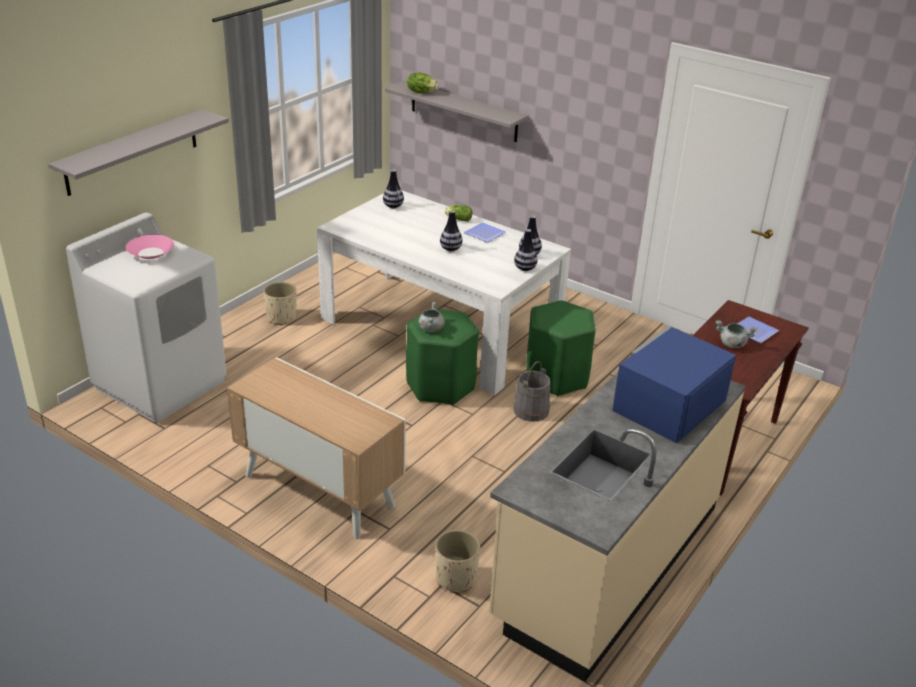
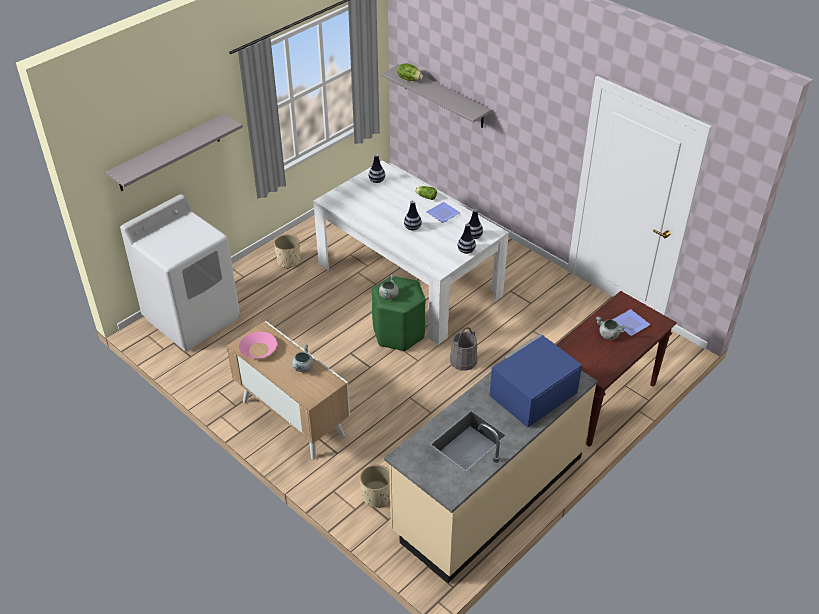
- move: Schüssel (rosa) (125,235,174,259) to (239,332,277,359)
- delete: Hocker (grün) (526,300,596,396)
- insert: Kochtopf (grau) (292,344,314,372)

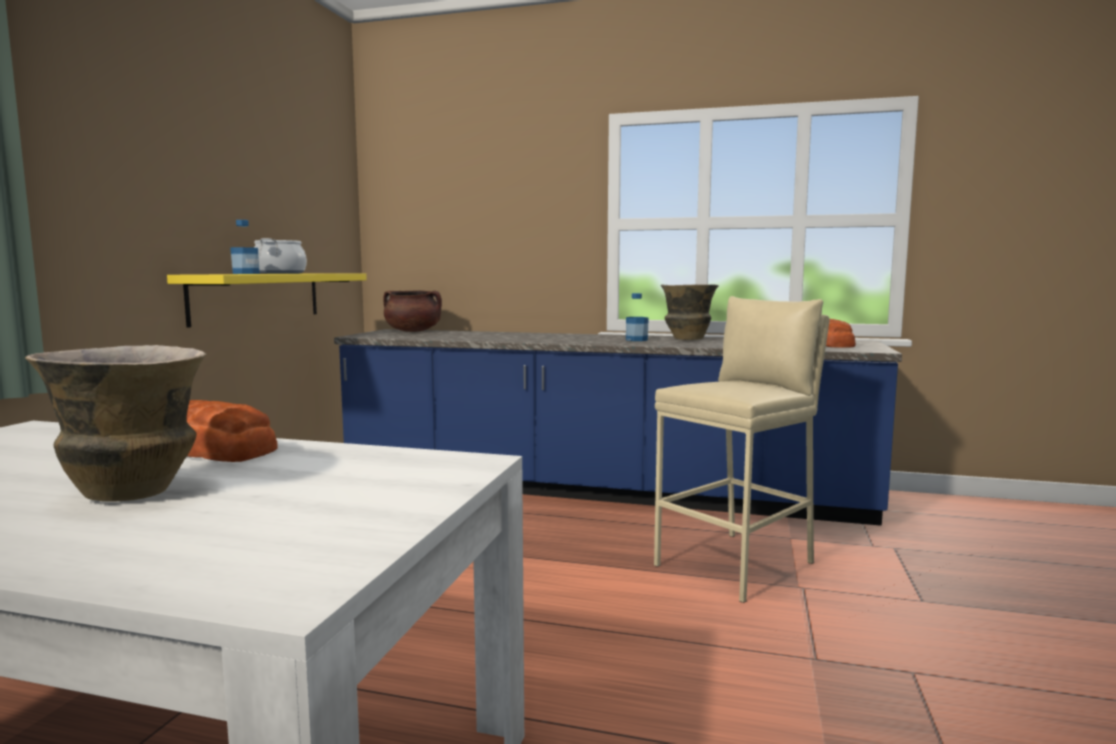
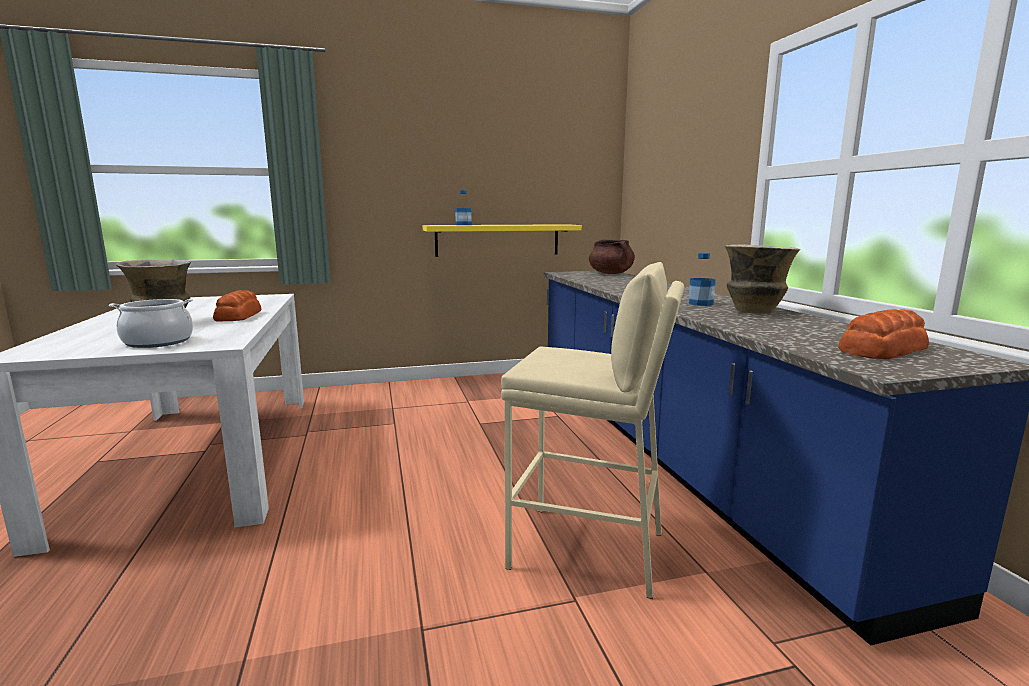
- move: Kochtopf (254,238,307,274) to (109,299,193,348)

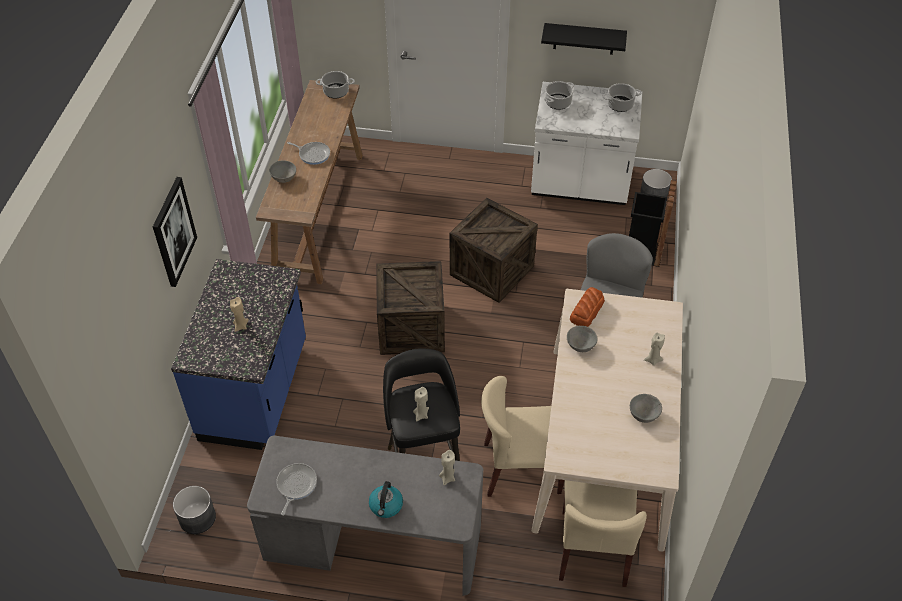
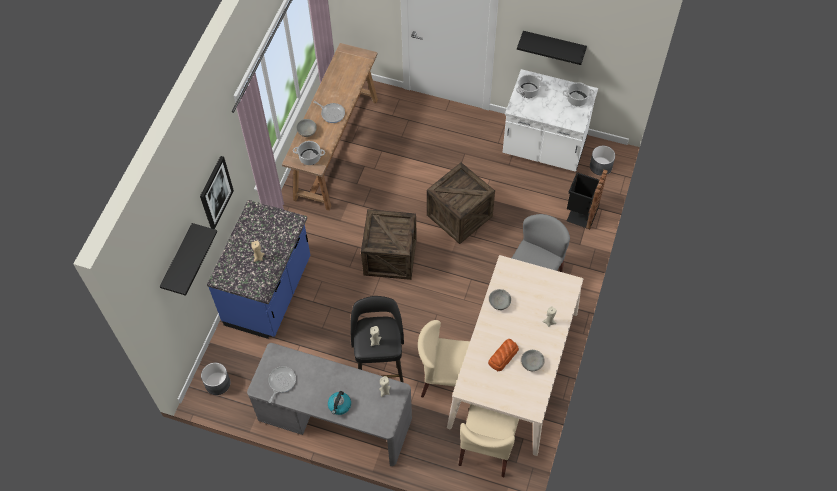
- move: Kochtopf (316,71,355,99) to (293,141,325,165)
- move: Brot (570,287,605,327) to (488,339,519,371)
- insert: Wandregal (schwarz) (160,223,217,296)

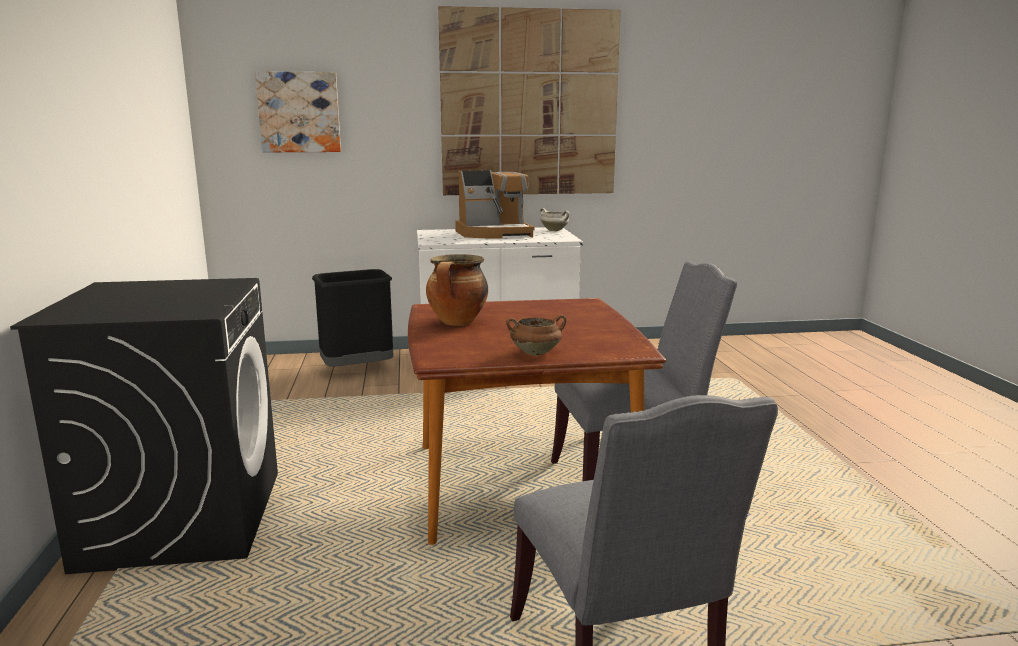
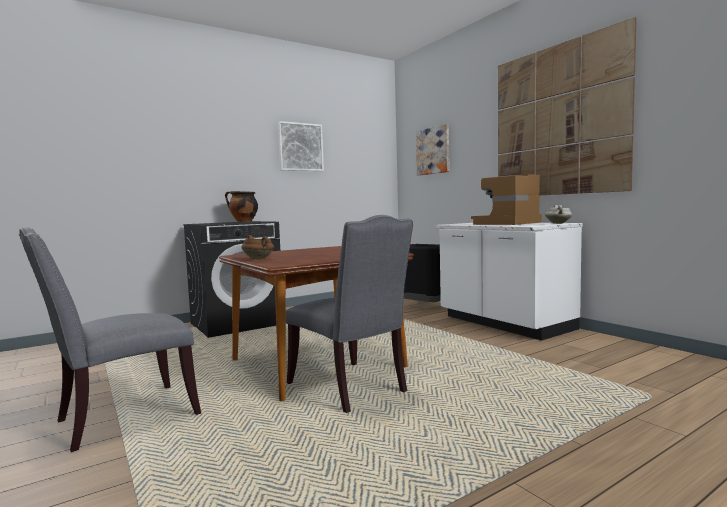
- rotate: Kaffeemaschine (455,170,534,238) = (471,174,542,225) 90 degrees clockwise
- move: Kochtopf (426,254,488,326) to (225,191,258,222)
- insert: Bild (278,121,324,171)

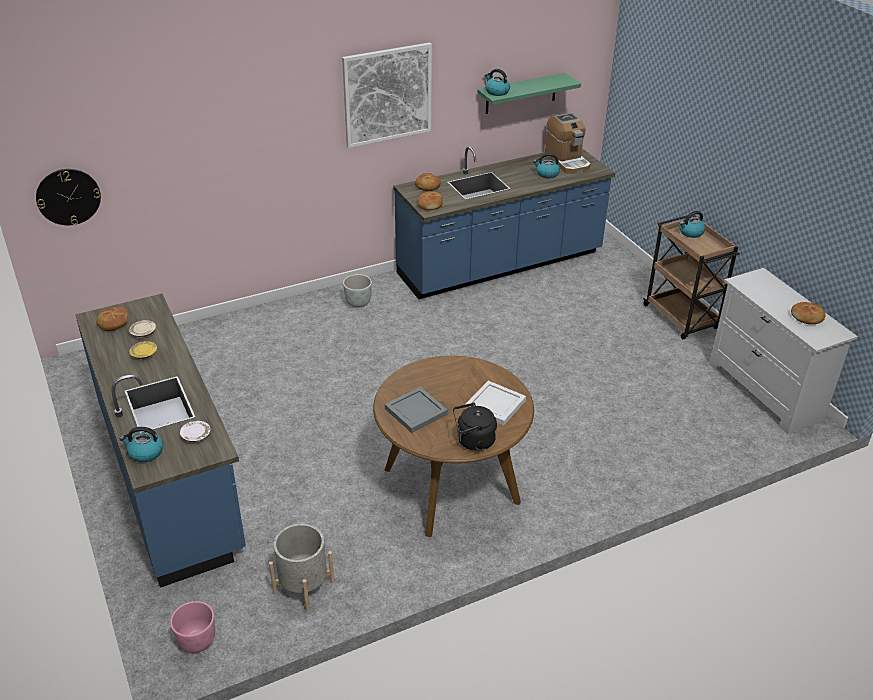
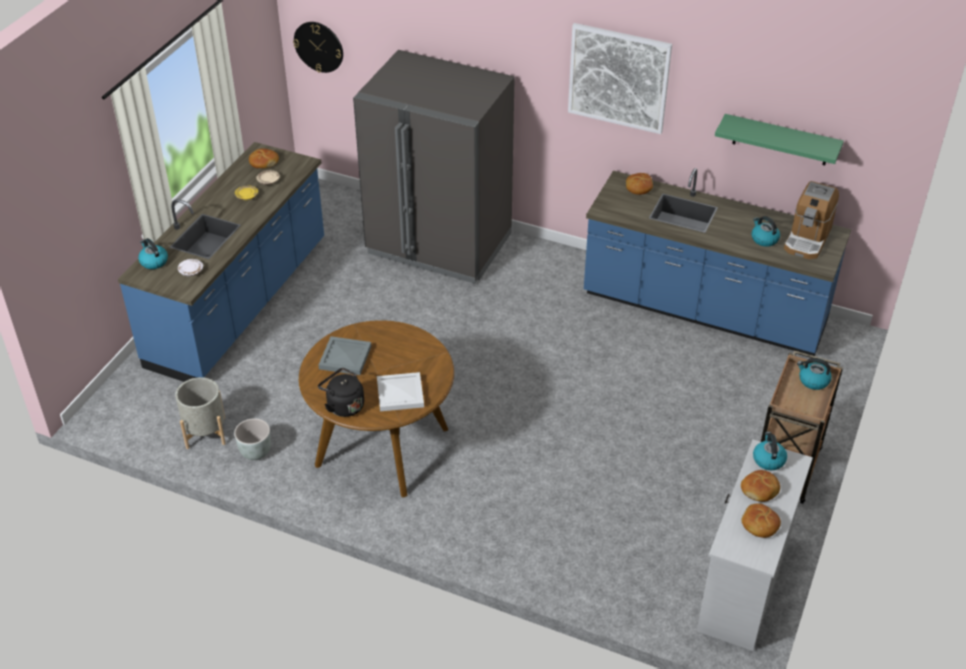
- move: Wasserkessel (485,69,510,96) to (753,432,787,470)
- move: Brot (418,191,443,210) to (741,470,780,502)
- move: Pflanzkübel (grau) (343,274,372,308) to (234,418,271,460)
- delete: Pflanzkübel (rosa) (170,601,215,653)
- insert: Kühlschrank (grau) (353,50,515,284)

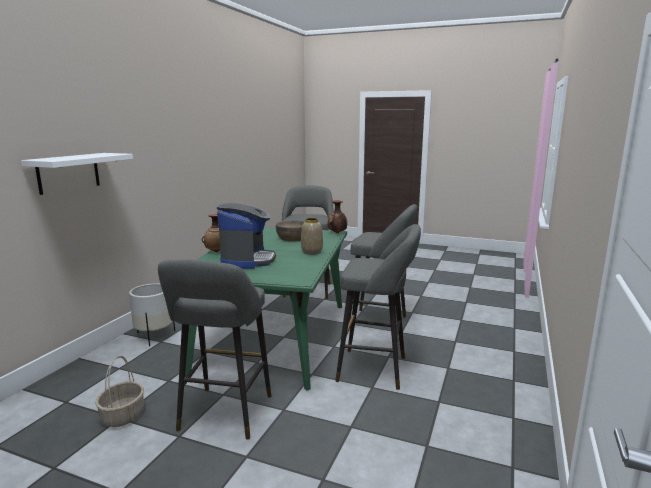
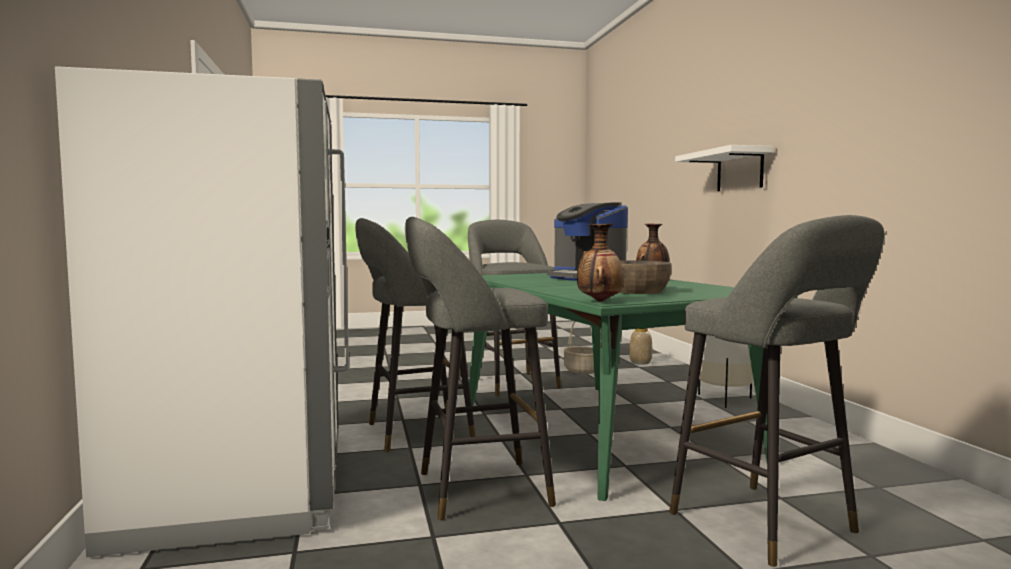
- move: Vase (301,218,323,255) to (629,328,652,365)
- insert: Kühlschrank (weiß) (55,66,349,557)

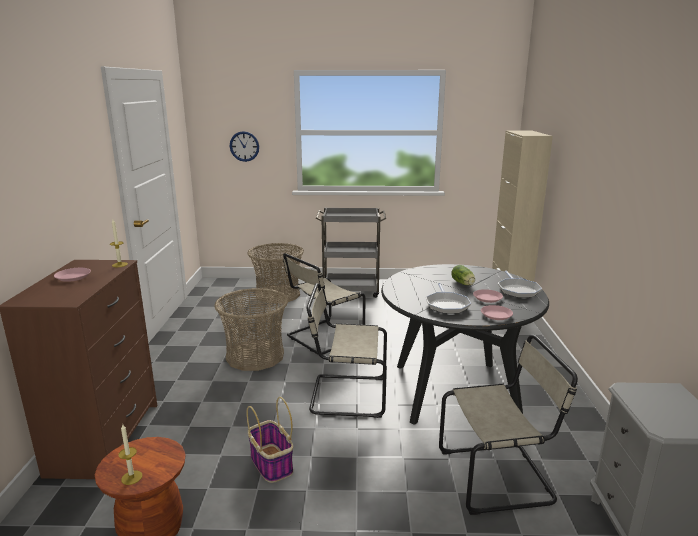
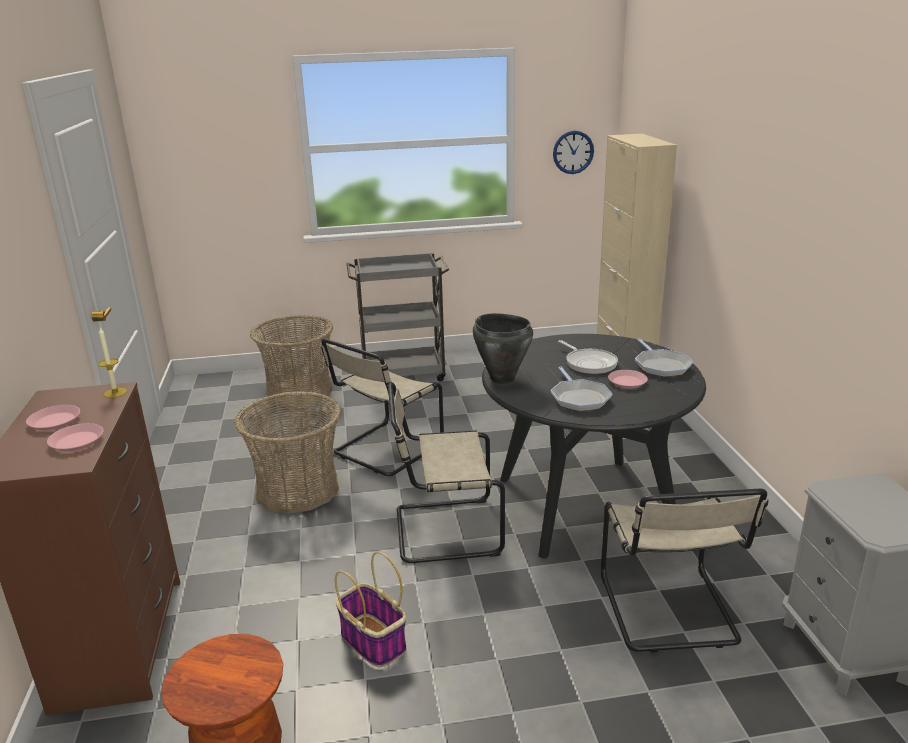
- move: Wanduhr (230,131,259,162) to (553,131,594,174)
- replace: Salatkopf (451,265,475,285) to Pfanne (558,340,618,374)
- move: Teller (rosa) (481,305,513,320) to (47,423,104,452)
- rotate: Stuhl (beige) (439,335,578,515) = (601,489,768,653) 105 degrees clockwise
- delete: Kerze (118,425,142,485)
- insert: Kochtopf (schwarz) (473,313,533,384)

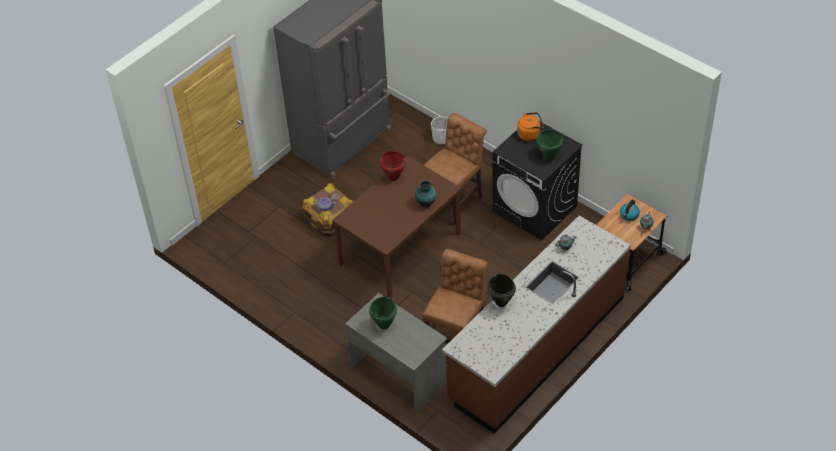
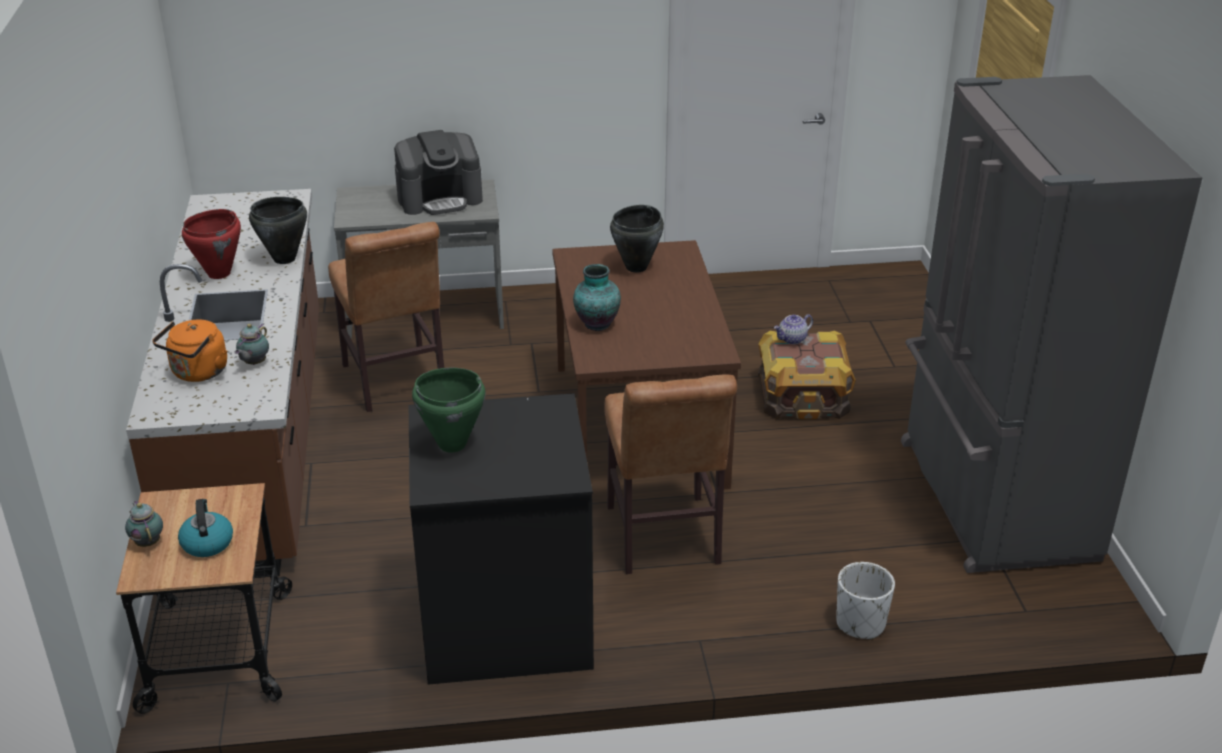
- move: Wasserkessel (orange) (517,112,544,141) to (152,319,227,382)
- move: Kochtopf (rot) (380,151,406,181) to (182,209,241,279)
- replace: Kochtopf (grün) (369,297,397,330) to Kaffeemaschine (394,130,483,215)
- insert: Kochtopf (schwarz) (610,205,664,273)

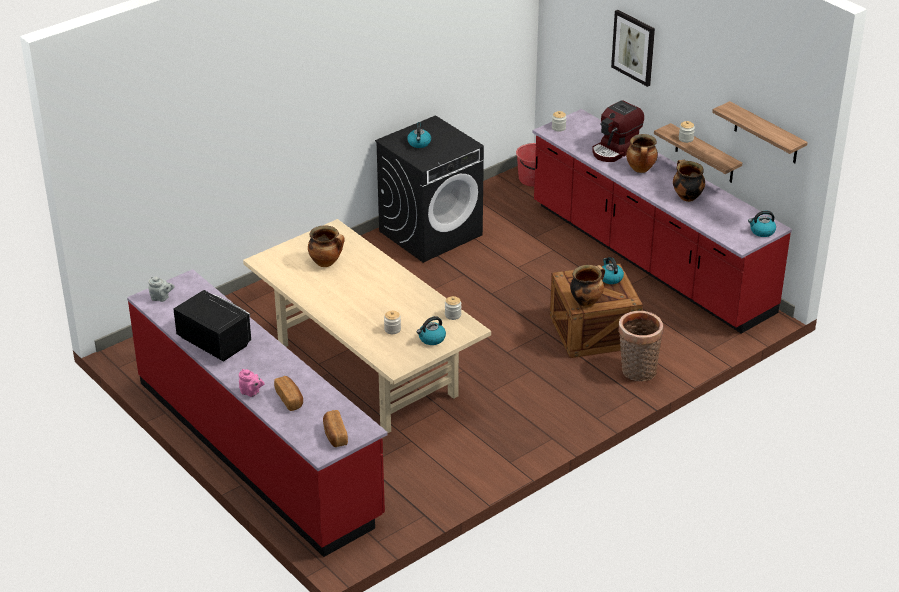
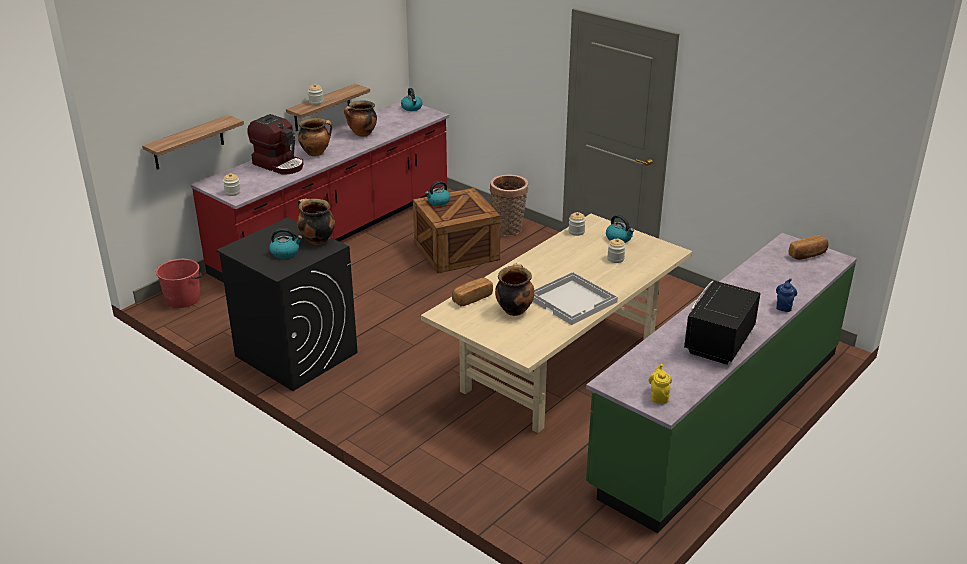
- delete: Bild (611,10,655,87)
- move: Wandregal (712,101,808,163) to (142,115,244,170)
- move: Kochtopf (570,265,605,307) to (297,198,335,245)
- recolor: Küchenzeile (rot) (127,269,388,557) to Küchenzeile (grün) (586,233,857,533)
- recolor: Teekanne (grau) (148,276,175,302) to Teekanne (gelb) (649,364,672,403)
- recolor: Teekanne (rosa) (239,369,265,397) to Teekanne (blau) (776,278,797,312)
- move: Brot (274,376,303,411) to (452,278,493,306)
- insert: Tablett (weiß) (532,272,618,325)

